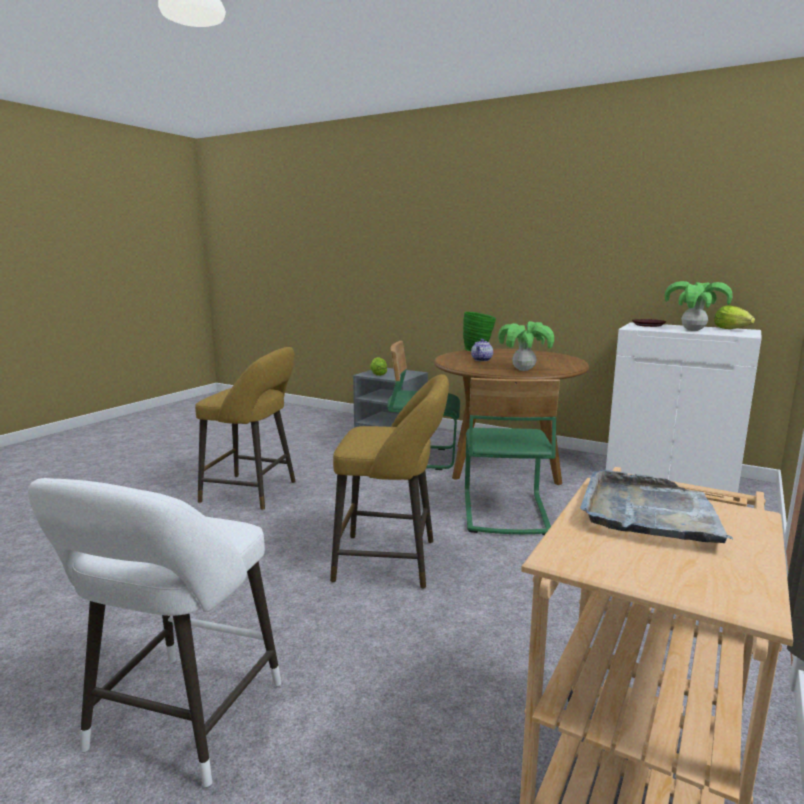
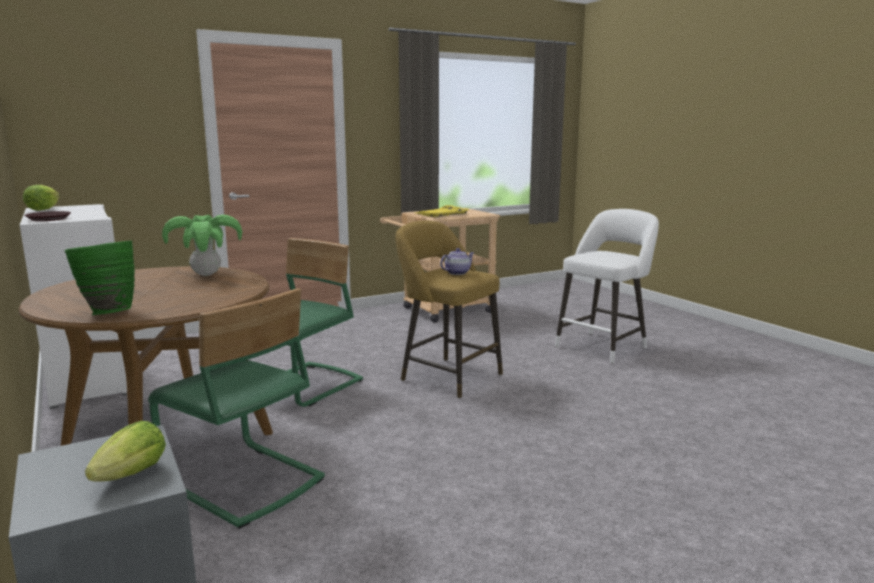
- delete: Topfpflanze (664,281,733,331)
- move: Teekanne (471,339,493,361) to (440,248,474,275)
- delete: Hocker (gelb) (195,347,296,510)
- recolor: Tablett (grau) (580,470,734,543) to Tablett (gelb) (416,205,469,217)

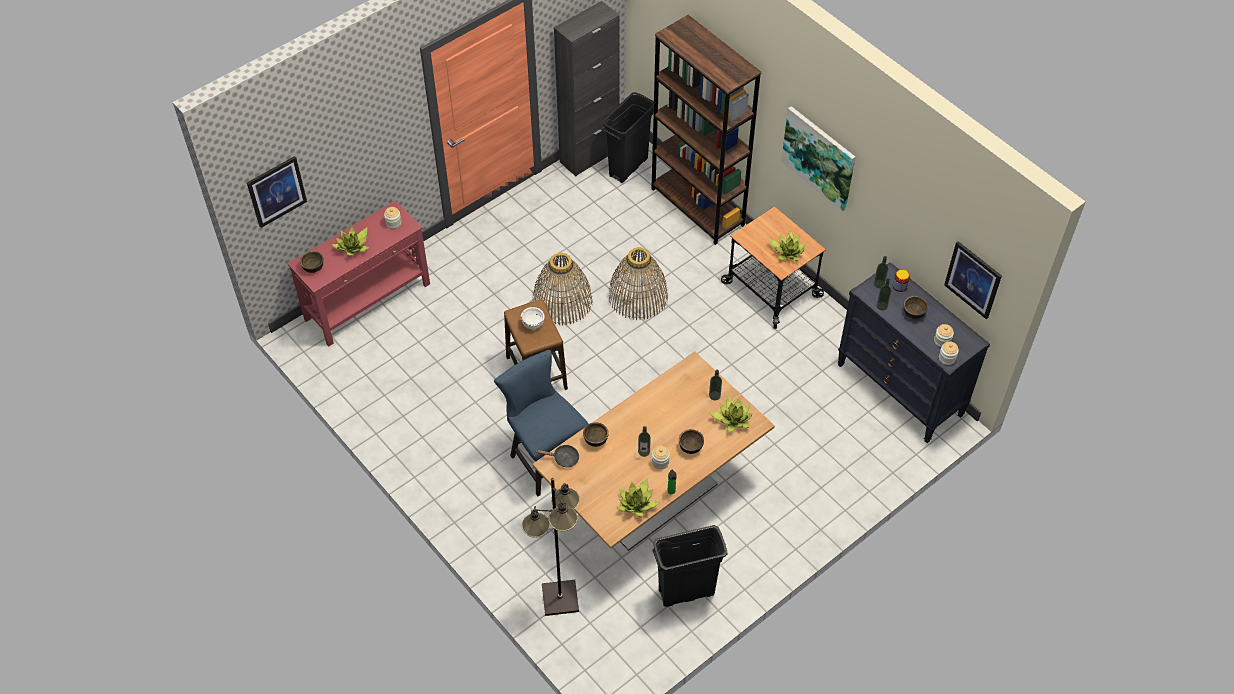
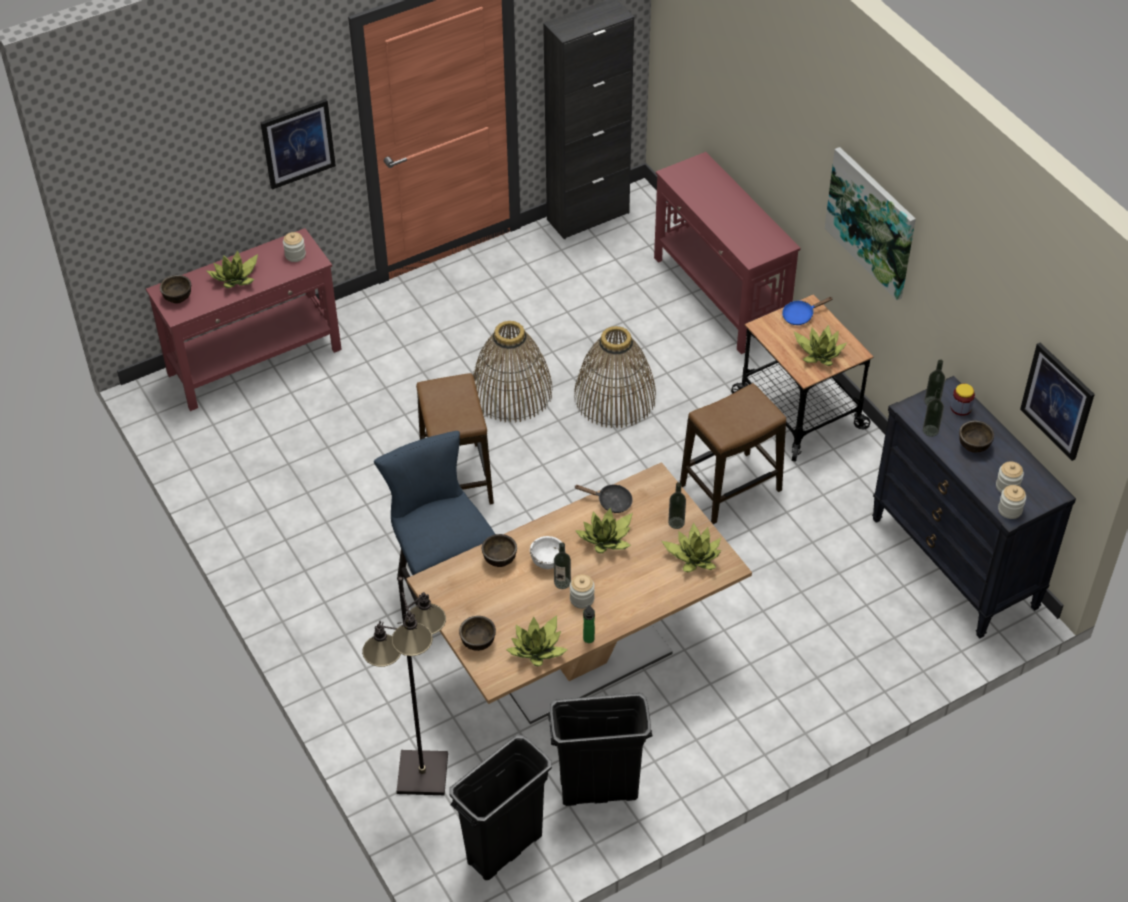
- replace: Bücherregal (braun) (651,15,761,245) to Konsolentisch (rot) (654,152,801,354)
- move: Mülleimer (schwarz) (602,92,654,183) to (449,735,552,880)
- move: Bild (247,156,307,228) to (260,99,336,190)
- move: Schüssel (weiß) (521,307,545,329) to (530,536,561,569)
- move: Schüssel (braun) (679,429,704,454) to (459,616,496,651)
- move: Pfanne (schwarz) (535,445,579,467) to (575,485,633,513)
- insert: Pfanne (blau) (782,297,833,325)
- insert: Hocker (680,383,786,524)
- insert: Topfpflanze (575,508,633,553)

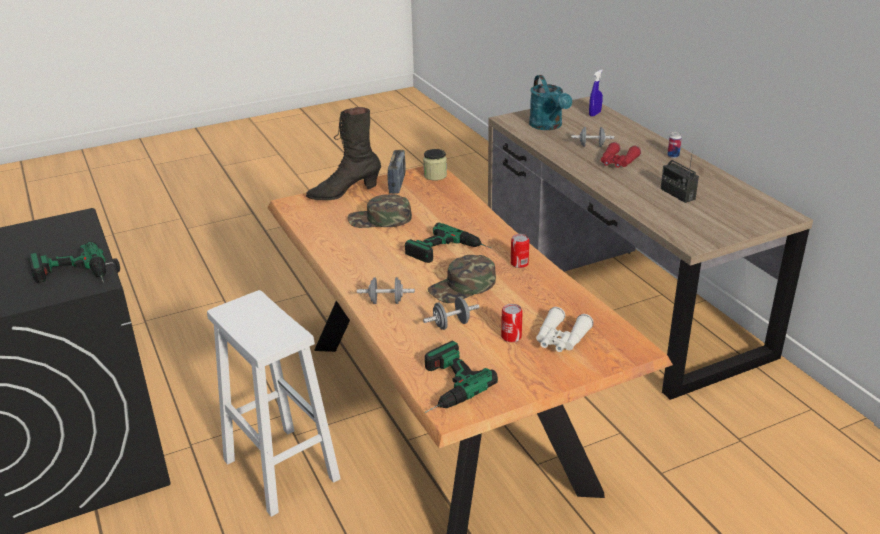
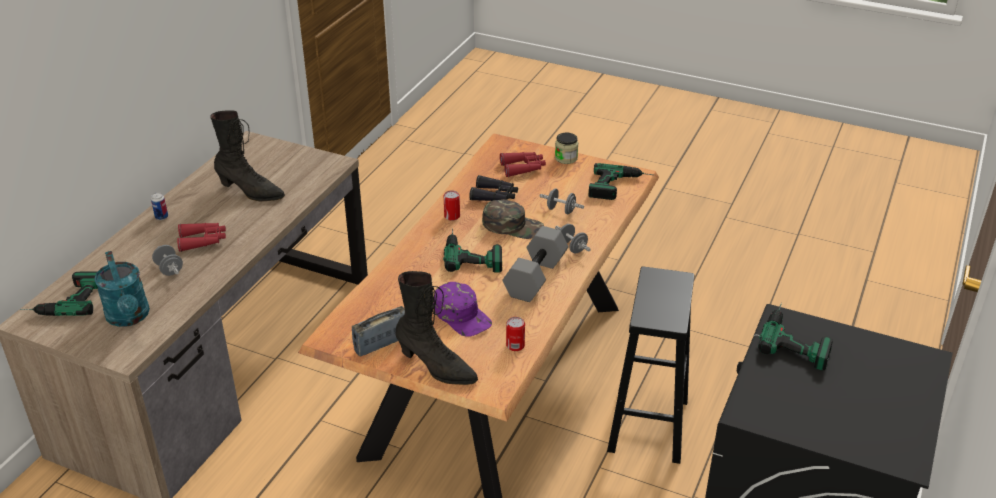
- replace: Sprühflasche (blau) (589,70,603,117) to Bohrmaschine (20,272,98,316)
- rotate: Gießkanne (türkis) (529,75,572,130) = (94,251,150,327) 120 degrees clockwise
- move: Vorratsglas (423,149,447,181) to (555,132,578,164)
- replace: Radio (660,151,699,203) to Stiefel (schwarz) (210,110,285,201)
- recolor: Kappe (grün) (348,194,412,228) to Kappe (lila) (434,282,492,337)
- recolor: Hocker (weiß) (207,290,341,517) to Hocker (schwarz) (607,267,695,464)
- move: Dose (501,304,523,342) to (506,317,525,351)
- recolor: Fernglas (weiß) (536,307,594,352) to Fernglas (rot) (500,152,546,177)
- insert: Fernglas (schwarz) (469,175,518,201)
- insert: Hantel (grau) (502,226,568,302)

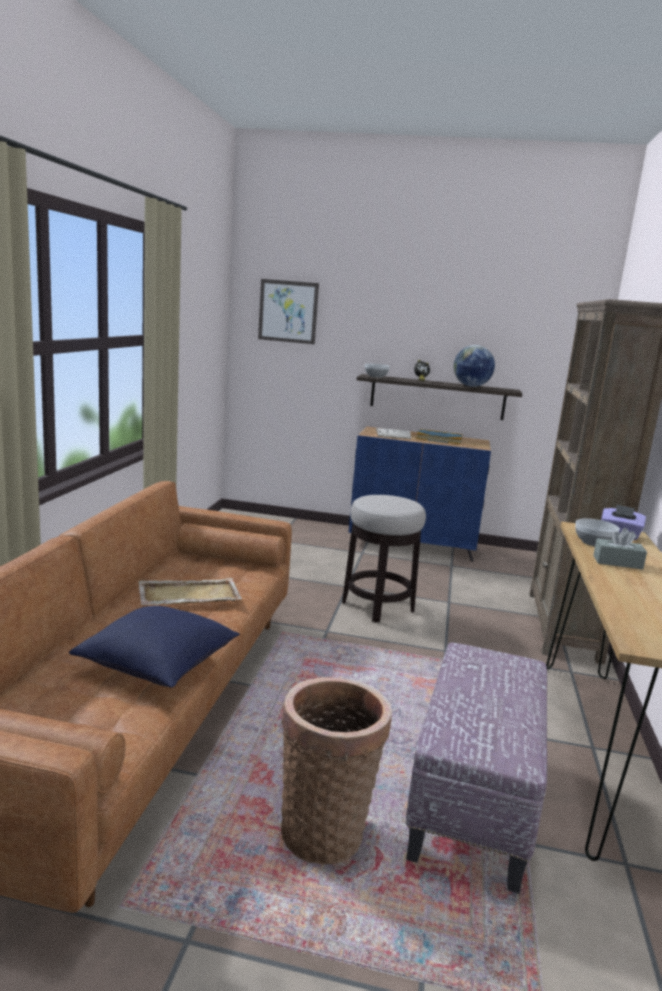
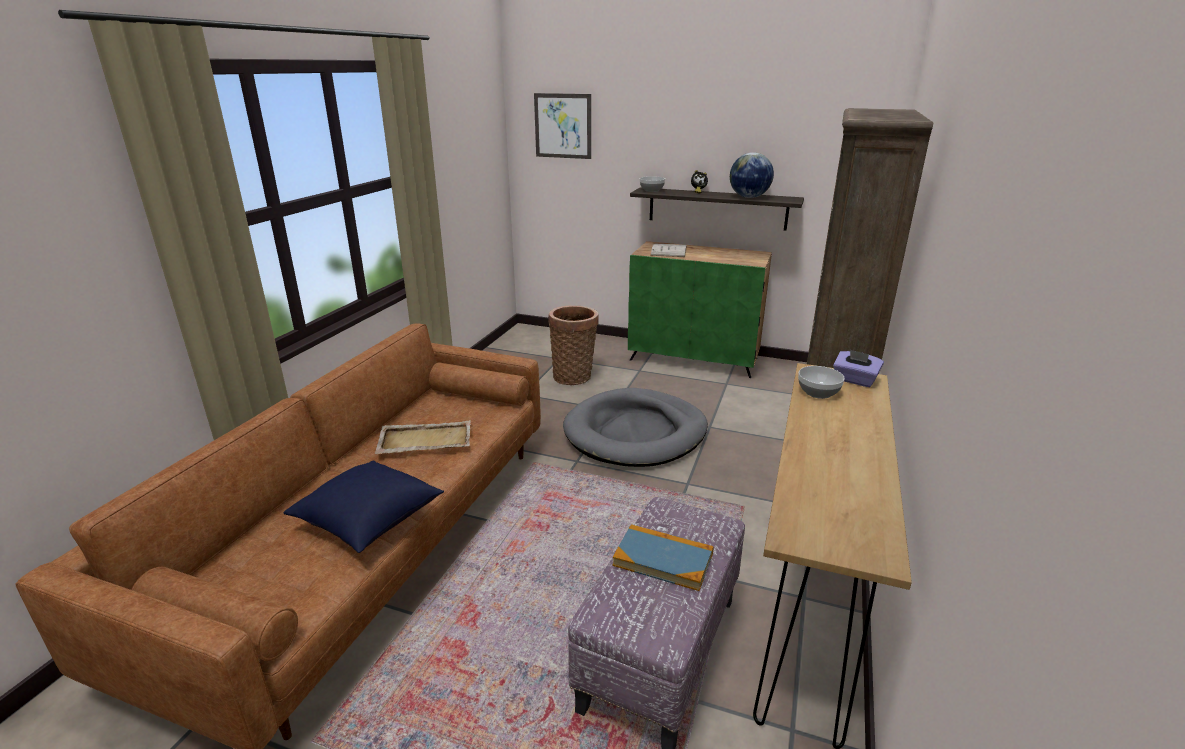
- recolor: Schrank (blau) (349,426,491,562) to Schrank (grün) (628,241,772,378)
- move: Buch (416,429,462,444) to (613,524,714,591)
- replace: Hocker (342,495,426,623) to Hundebett (grau) (563,388,708,467)
- delete: Taschentuchbox (grau) (593,528,647,570)
- move: Korb (281,677,392,864) to (548,305,599,385)

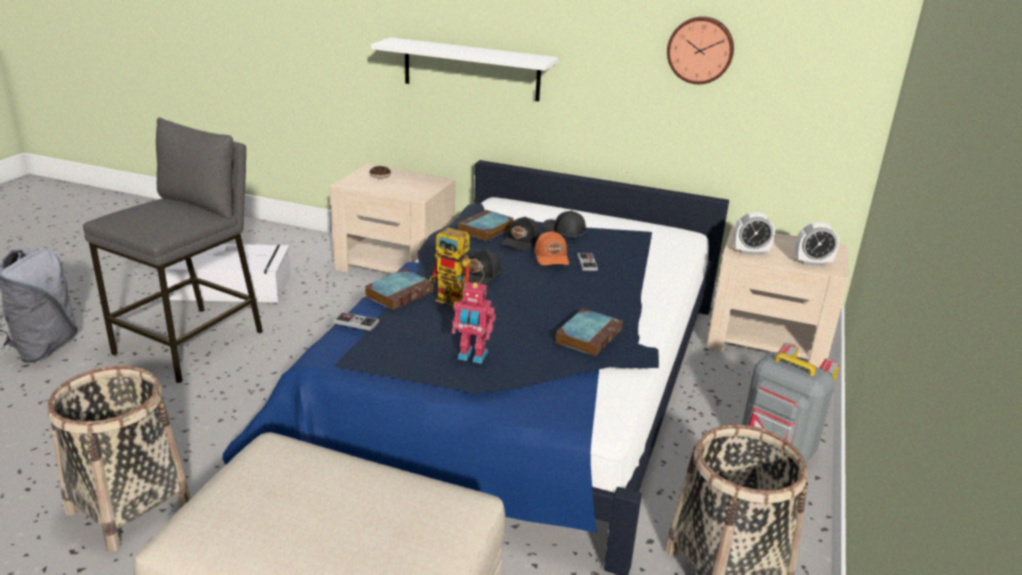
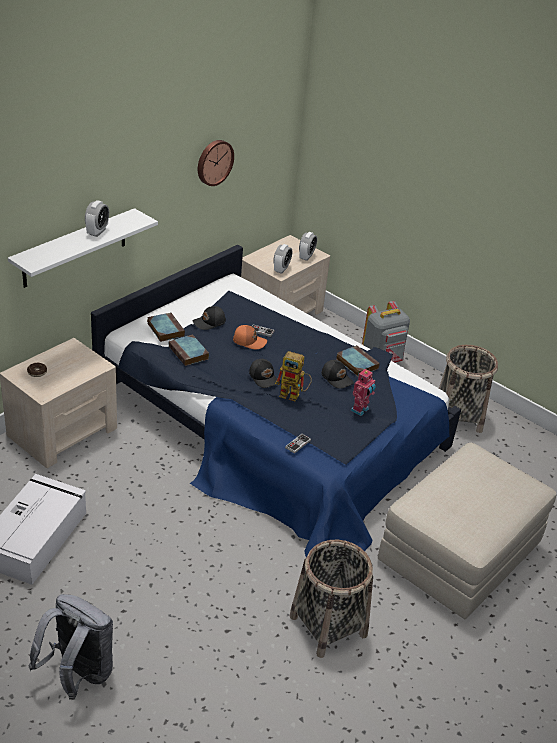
- delete: Hocker (grau) (83,117,263,383)
- move: Kappe (schwarz) (501,217,540,250) to (321,360,354,389)
- rotate: Spielzeugroboter (430,227,485,306) = (275,351,312,402) 60 degrees clockwise
- move: Buch (365,269,434,310) to (147,312,185,342)
- insert: Wecker (85,200,109,237)

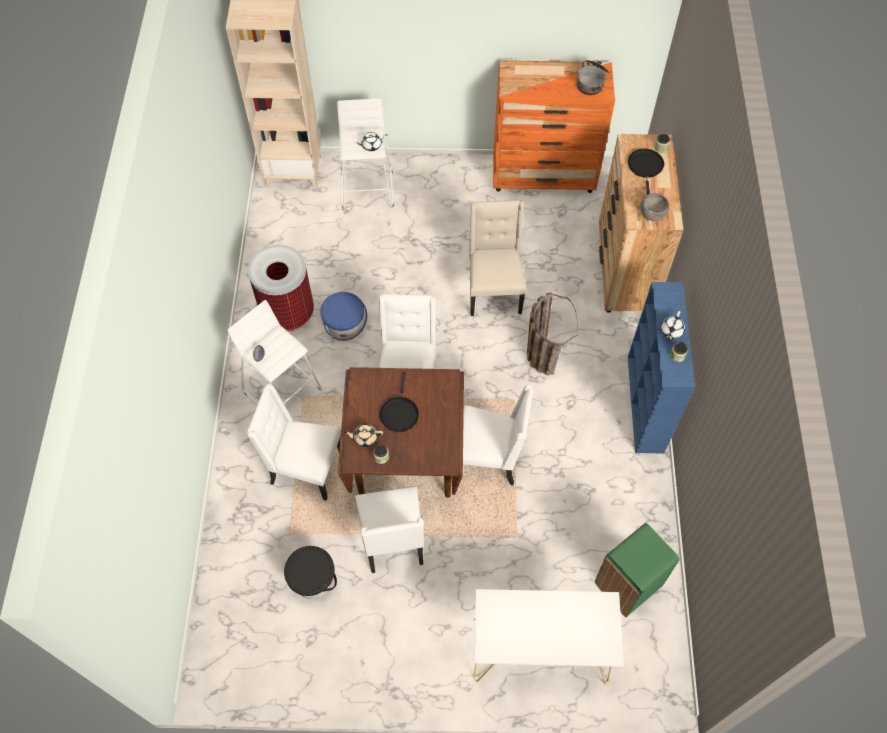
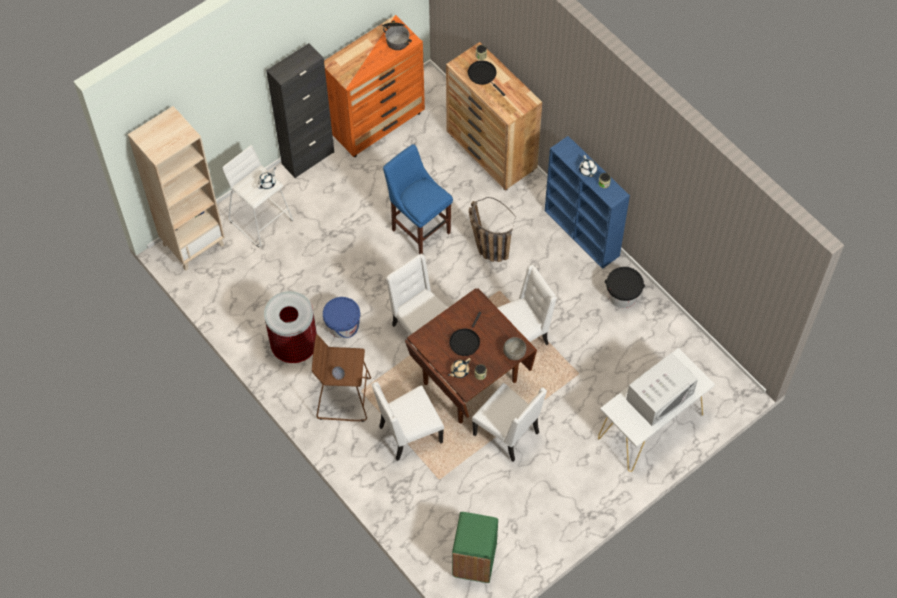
- move: Schüssel (grau) (640,193,669,221) to (503,337,526,360)
- replace: Stuhl (beige) (469,200,526,316) to Hocker (blau) (383,144,453,254)
- recolor: Hocker (weiß) (228,300,322,405) to Hocker (braun) (312,334,371,422)
- rotate: Pfanne (schwarz) (380,372,419,432) = (449,311,481,356) 60 degrees clockwise
- move: Mülleimer (grün) (595,523,679,617) to (452,512,498,583)
- move: Eimer (schwarz) (284,546,337,599) to (605,267,645,308)
- insert: Schrank (schwarz) (266,43,334,178)
- insert: Mikrowelle (weiß) (626,353,698,426)

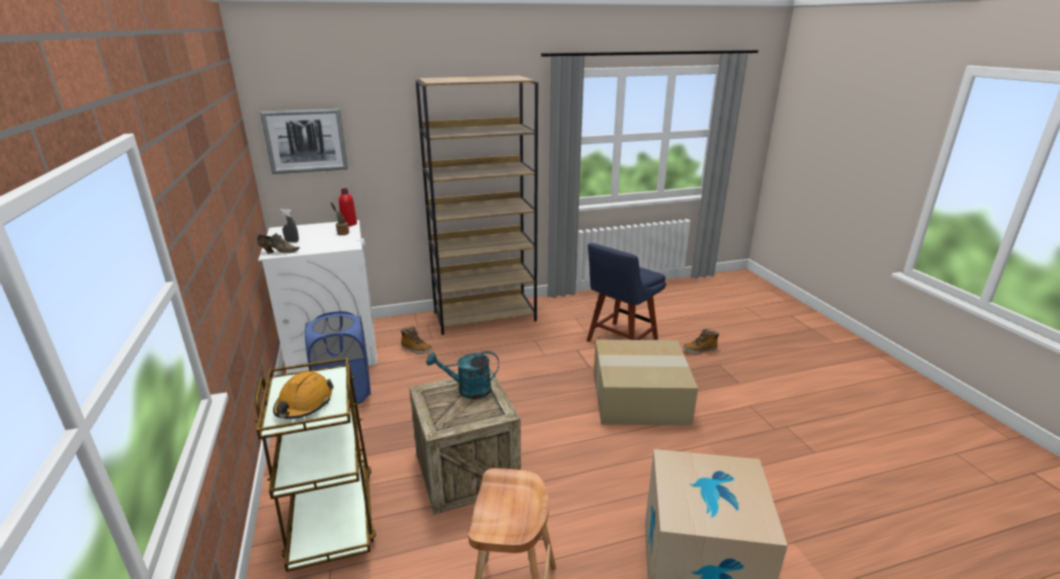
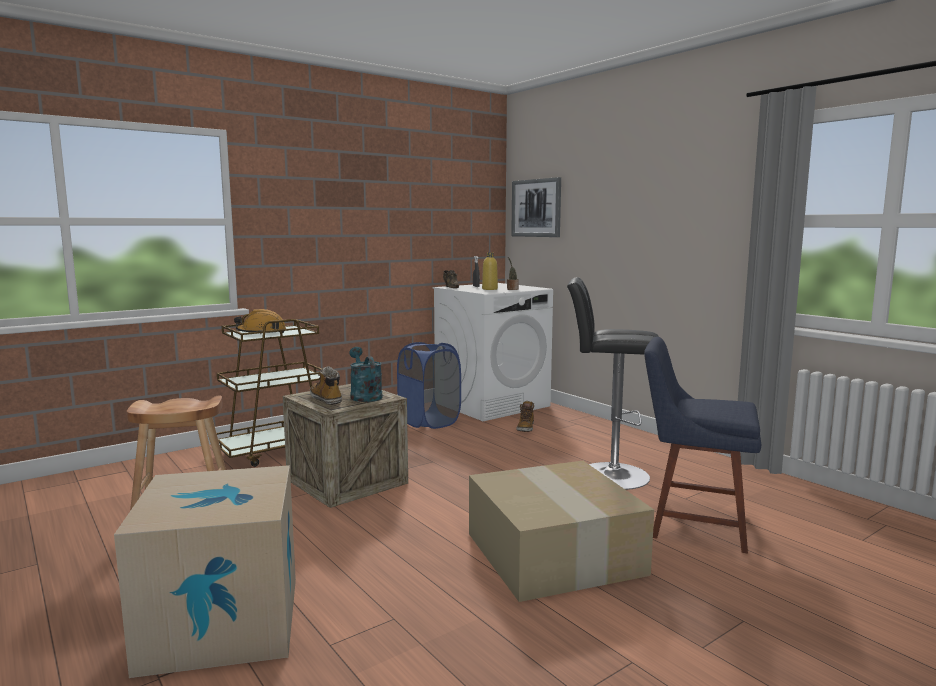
- delete: Bücherregal (braun) (416,76,538,335)
- delete: Flasche (rot) (339,188,357,226)
- move: Stiefel (683,328,719,354) to (310,366,342,405)
- insert: Flasche (gelb) (482,252,498,290)
- insert: Hocker (schwarz) (567,277,659,490)

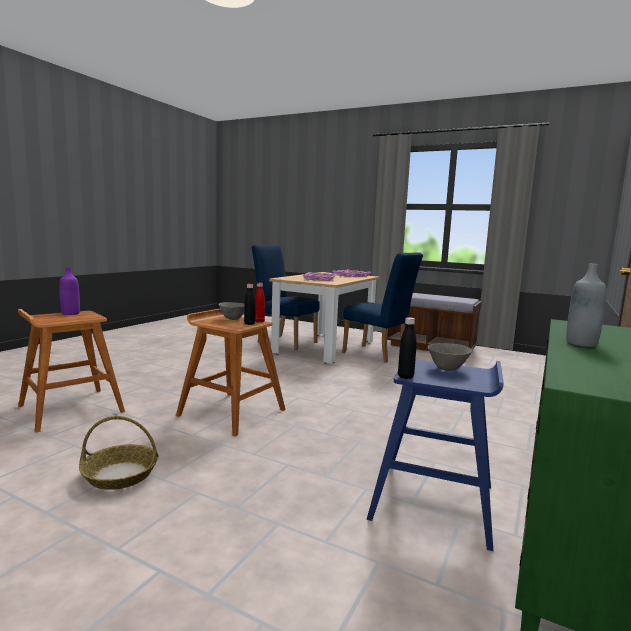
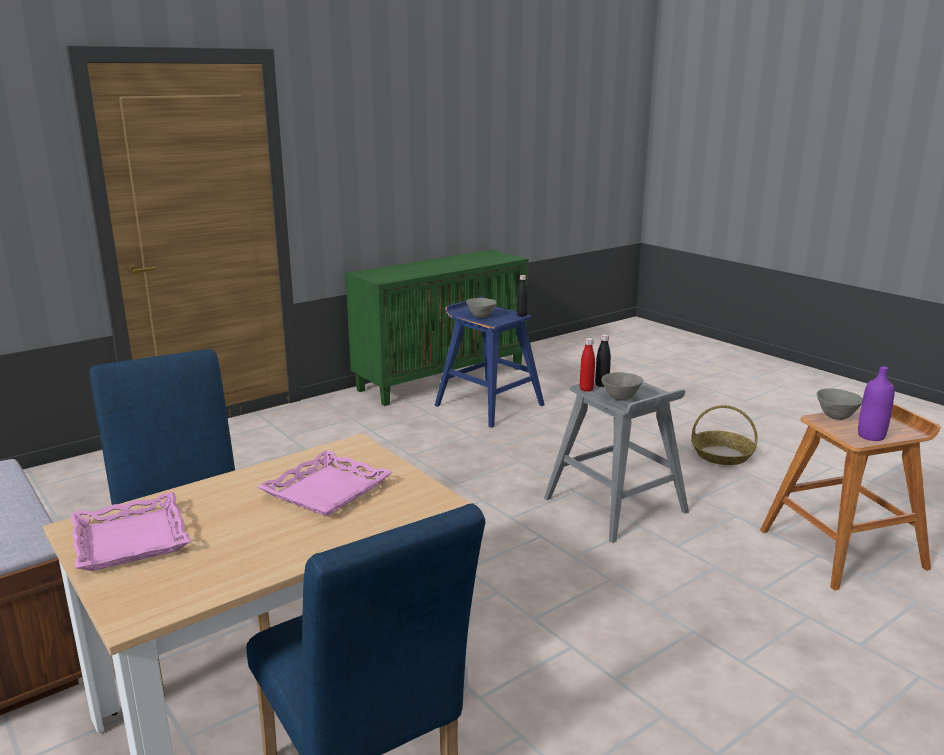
- delete: Flasche (grau) (566,264,606,347)
- recolor: Hocker (braun) (176,309,285,436) to Hocker (grau) (544,380,689,543)
- insert: Schüssel (grau) (817,388,863,420)

